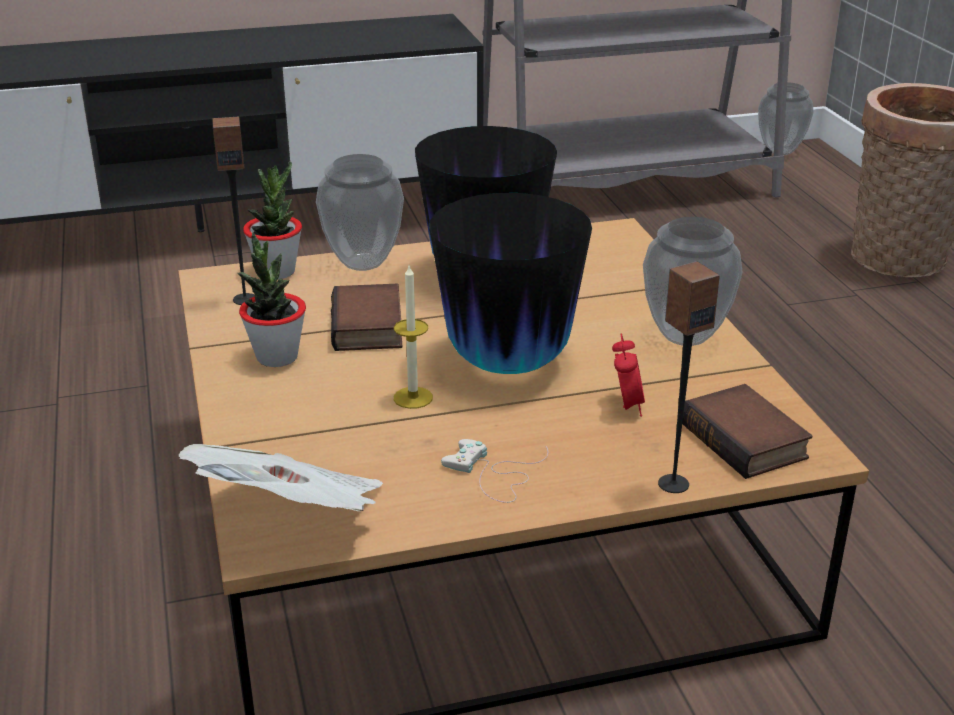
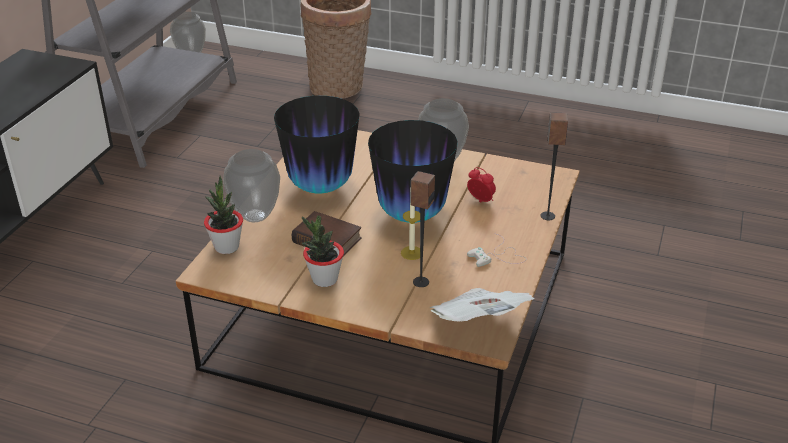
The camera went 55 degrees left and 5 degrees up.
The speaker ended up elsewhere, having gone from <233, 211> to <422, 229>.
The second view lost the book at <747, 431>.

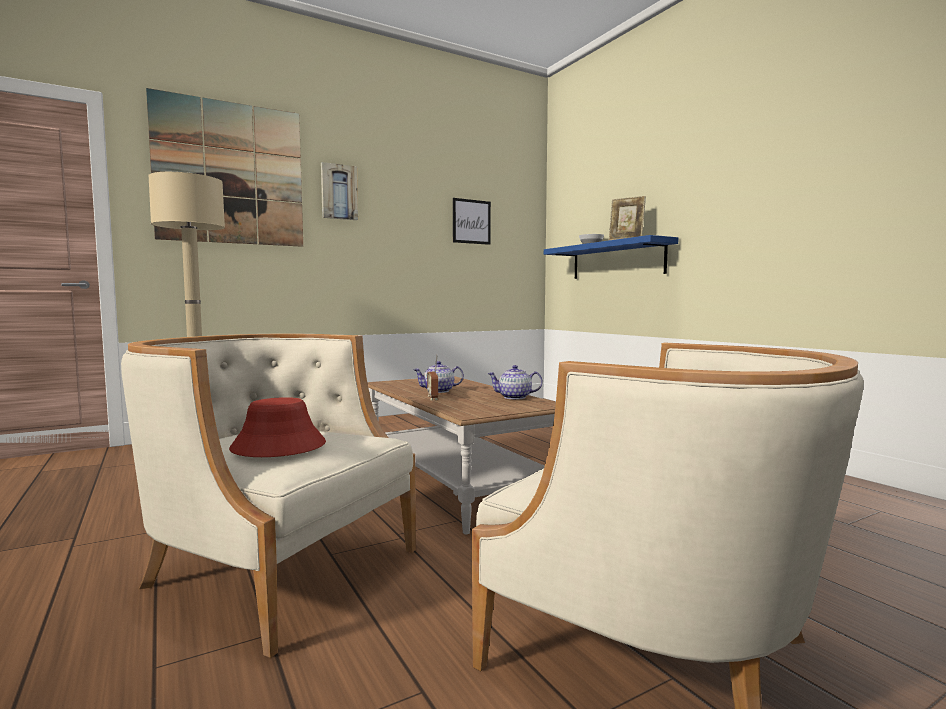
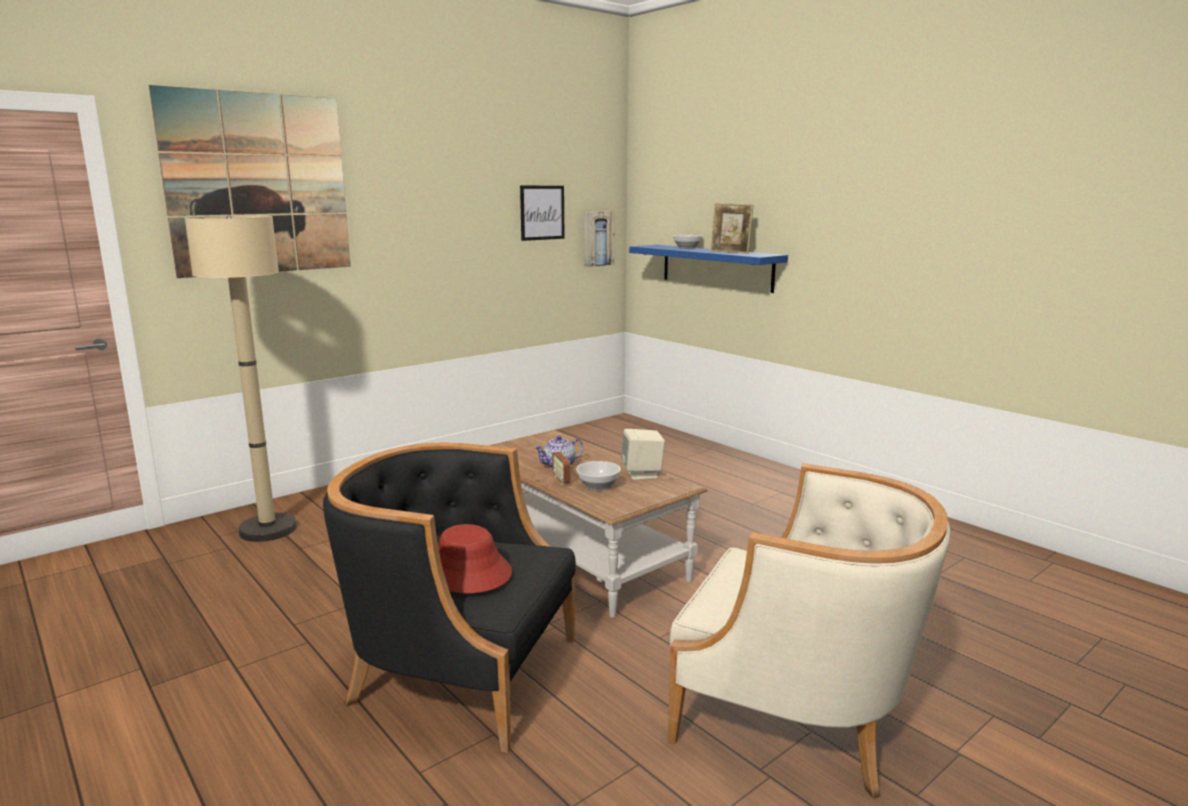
The camera went 10 degrees left and 10 degrees up.
What was the sand-coloured easy chair at <268, 495> turned into the black-coloured easy chair at <449, 598>.
The picture ended up elsewhere, having gone from <339, 191> to <599, 239>.
Where the teapot stood at <515, 382>, the sand-coloured speaker came to stand at <643, 454>.
The second view gained the serving bowl at <598, 476>.

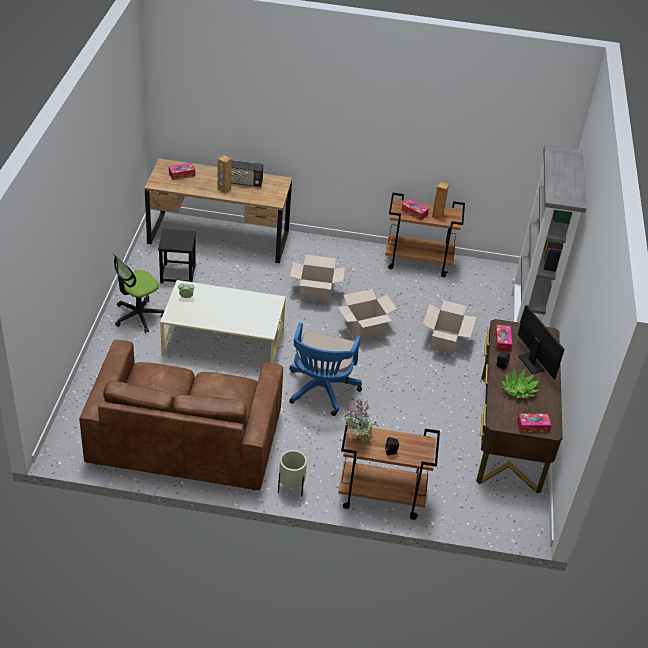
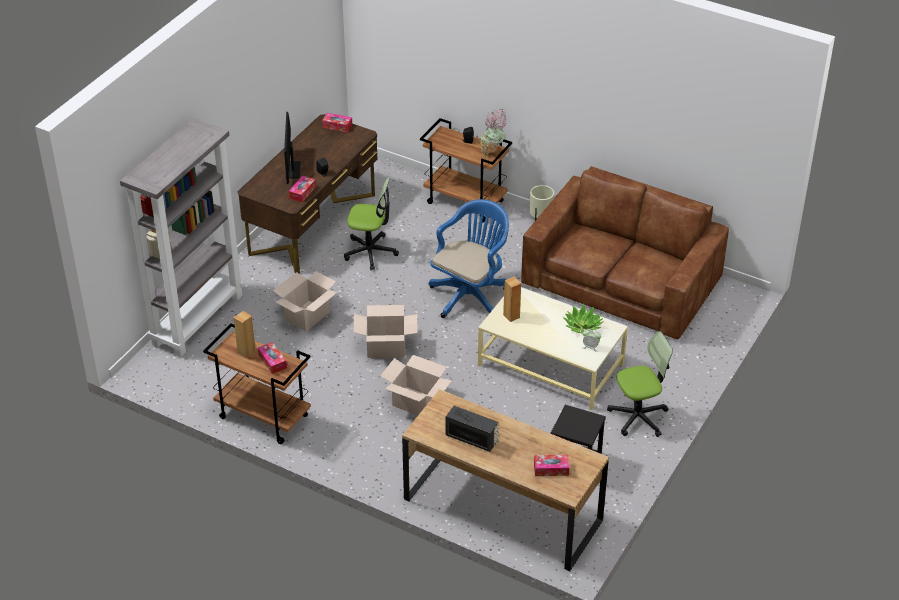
The camera went 155 degrees left and 0 degrees up.
The brownish speaker ended up elsewhere, having gone from <224, 174> to <512, 299>.
The houseplant ended up elsewhere, having gone from <520, 383> to <583, 318>.
The second view gained the office chair at <371, 223>.

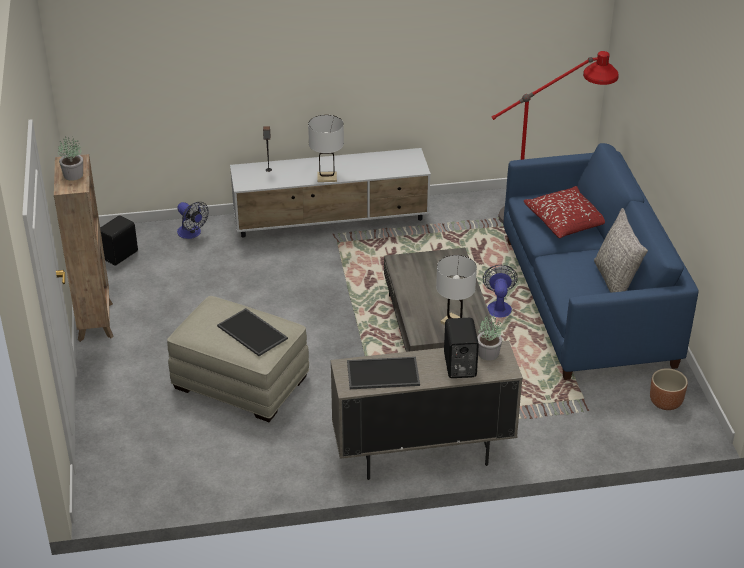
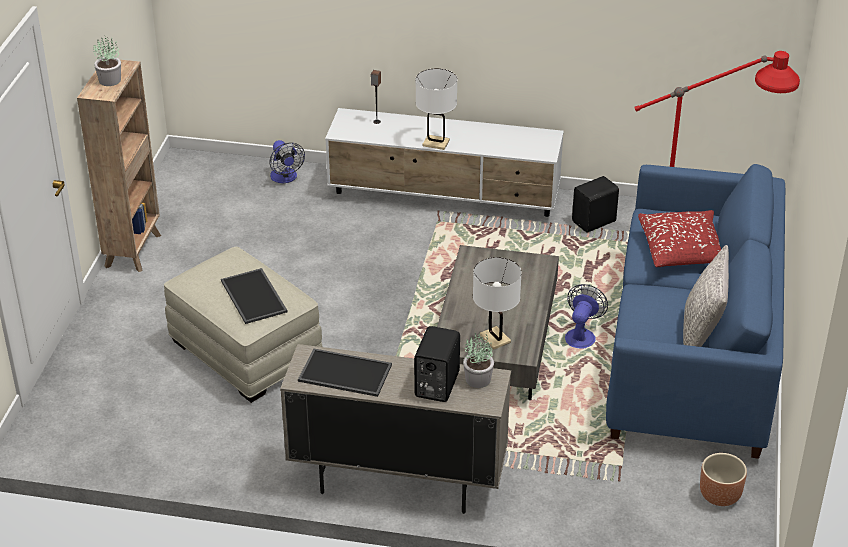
The camera went 20 degrees right and 0 degrees up.
The black-coloured speaker ended up elsewhere, having gone from <119, 240> to <595, 204>.

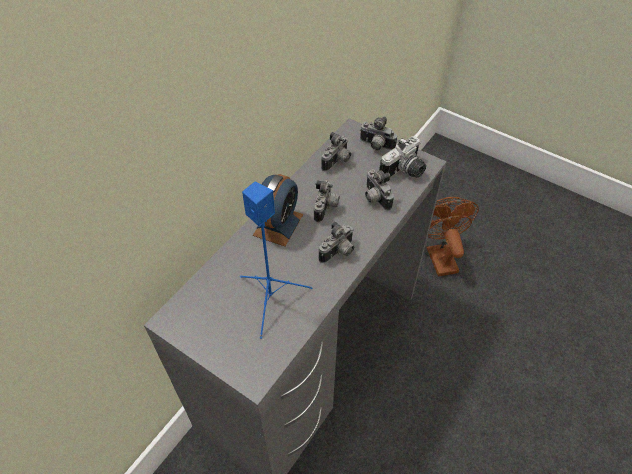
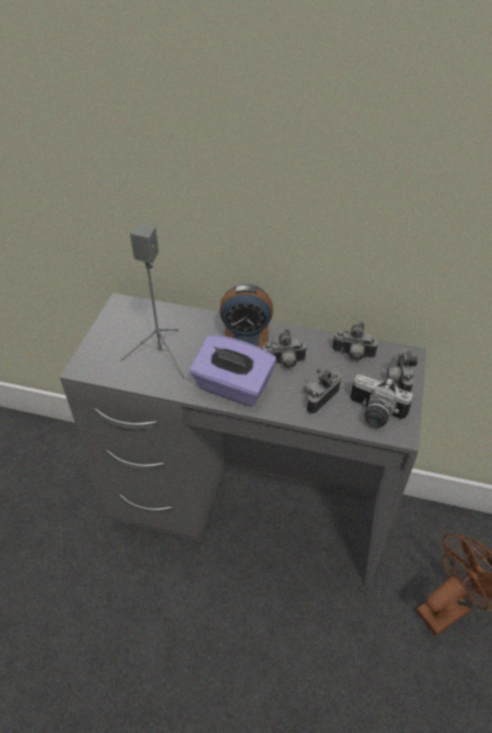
The camera went 70 degrees right and 5 degrees down.
What was the blue-coloured speaker at <276, 260> turned into the gray speaker at <152, 301>.
Where the still camera stood at <336, 242>, the purple-coloured tissue box came to stand at <233, 371>.

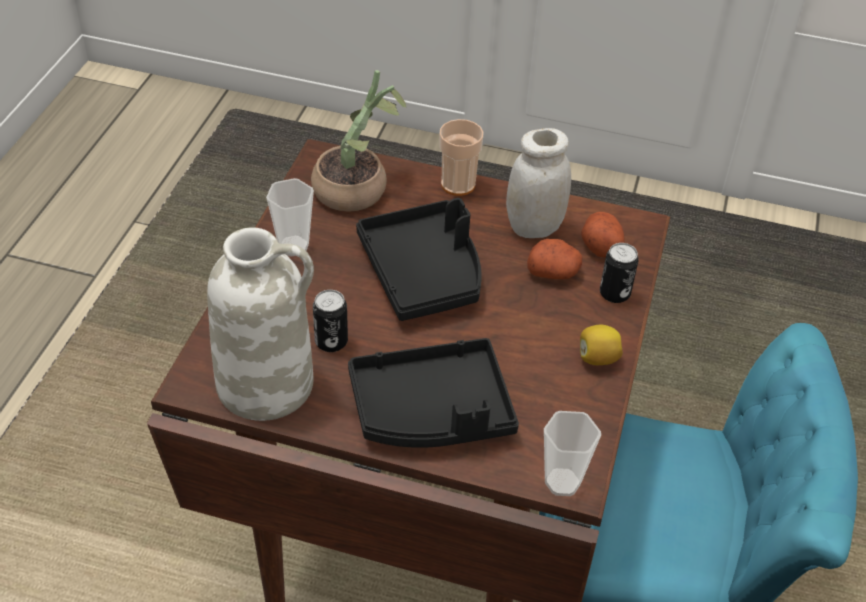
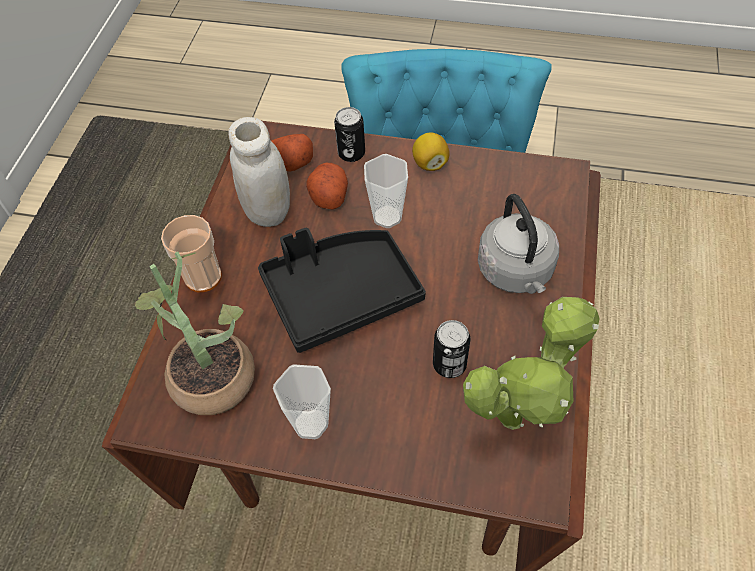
The camera went 90 degrees left and 10 degrees up.
Where the white-coloured decorative vase stood at <260, 324>, the houseplant came to stand at <531, 363>.
Where the black-coloured carrying tray stood at <433, 393>, the gray tea kettle came to stand at <518, 244>.
The drinking cup ended up elsewhere, having gone from <572, 453> to <386, 191>.

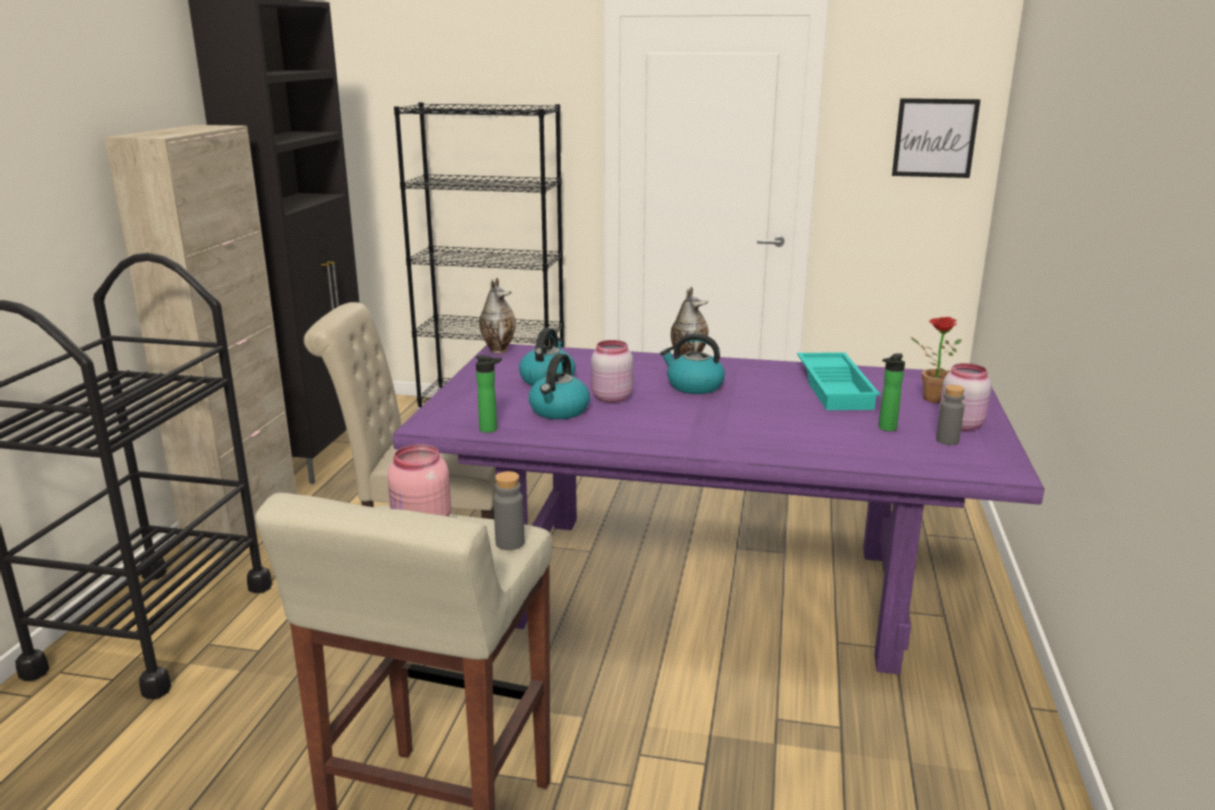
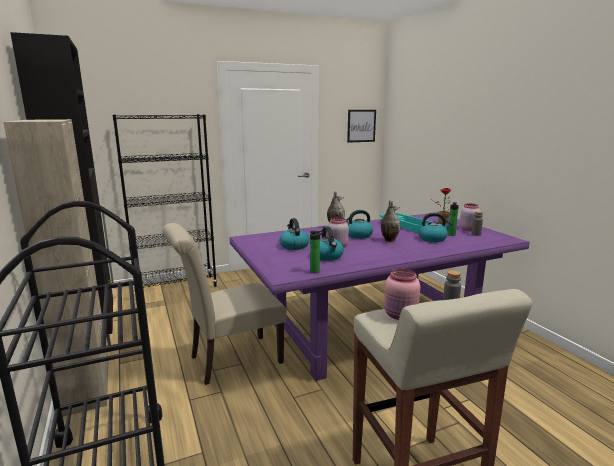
The camera went 35 degrees left and 5 degrees down.
The decorative vase ended up elsewhere, having gone from <497, 315> to <391, 221>.
The second view gained the tea kettle at <435, 227>.

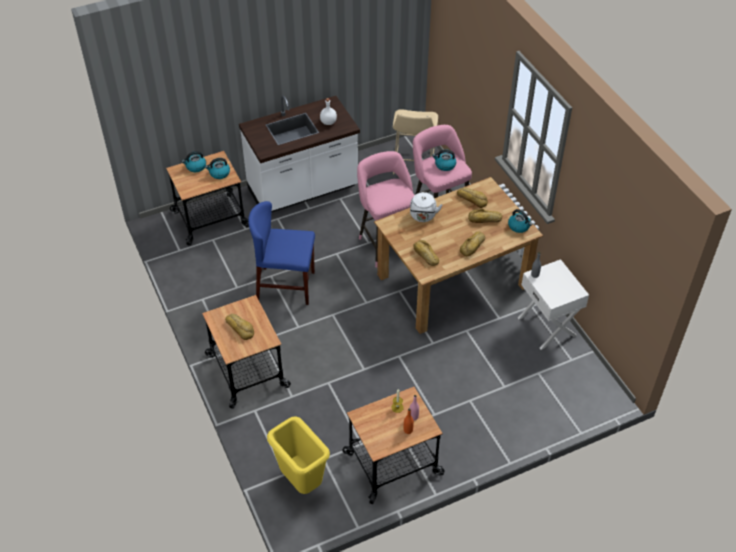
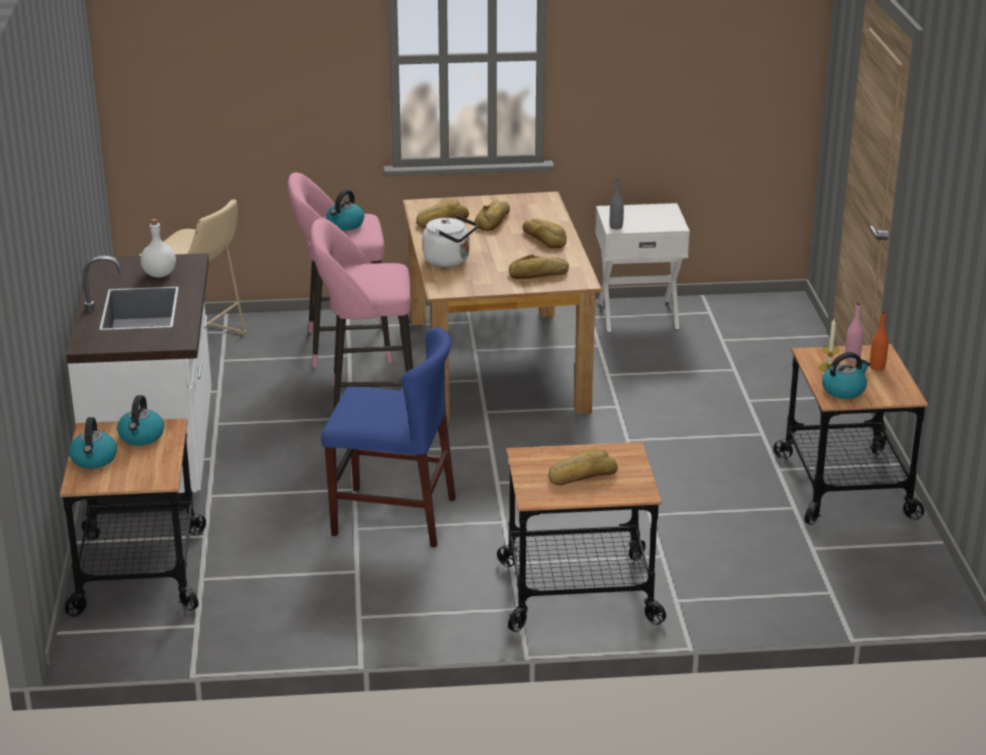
The camera went 70 degrees left and 20 degrees down.
The blue-coloured plain chair at <281, 253> ended up facing another way, 105 degrees counterclockwise from before.
The second view lost the yellow-coloured rubbish bin at <298, 455>.
The tea kettle ended up elsewhere, having gone from <520, 221> to <846, 375>.

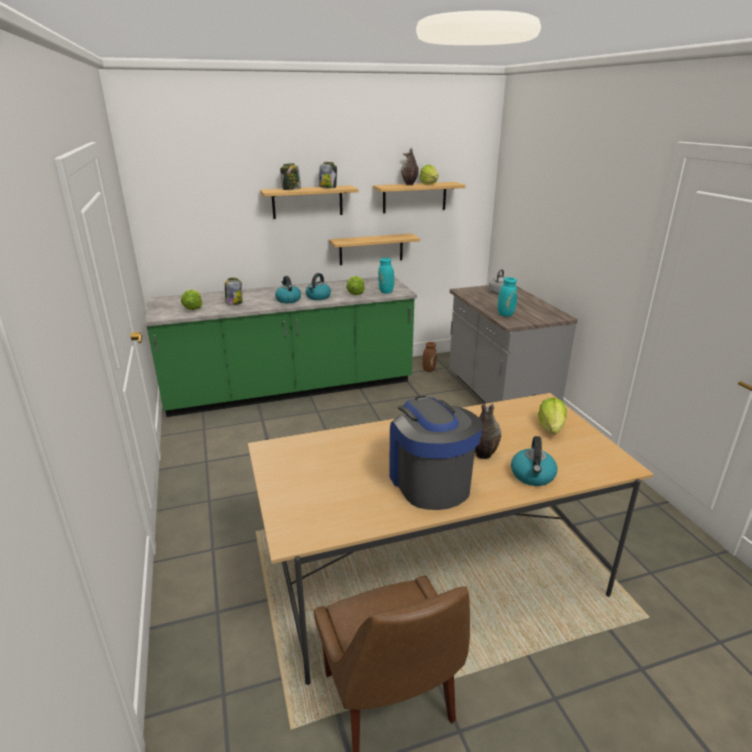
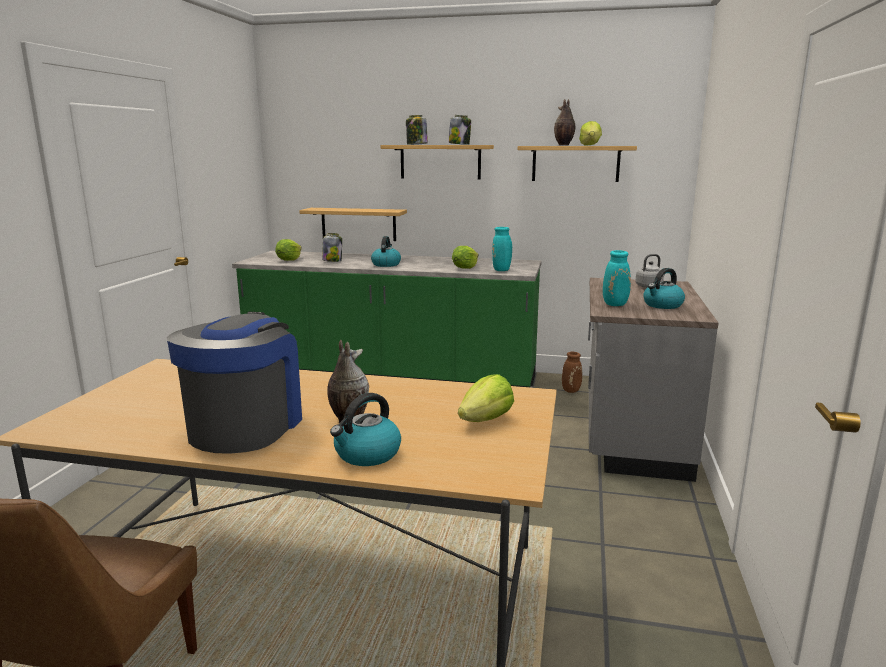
The camera went 30 degrees right and 10 degrees down.
The tea kettle ended up elsewhere, having gone from <318, 286> to <664, 288>.
The bracket shelf ended up elsewhere, having gone from <374, 249> to <353, 224>.

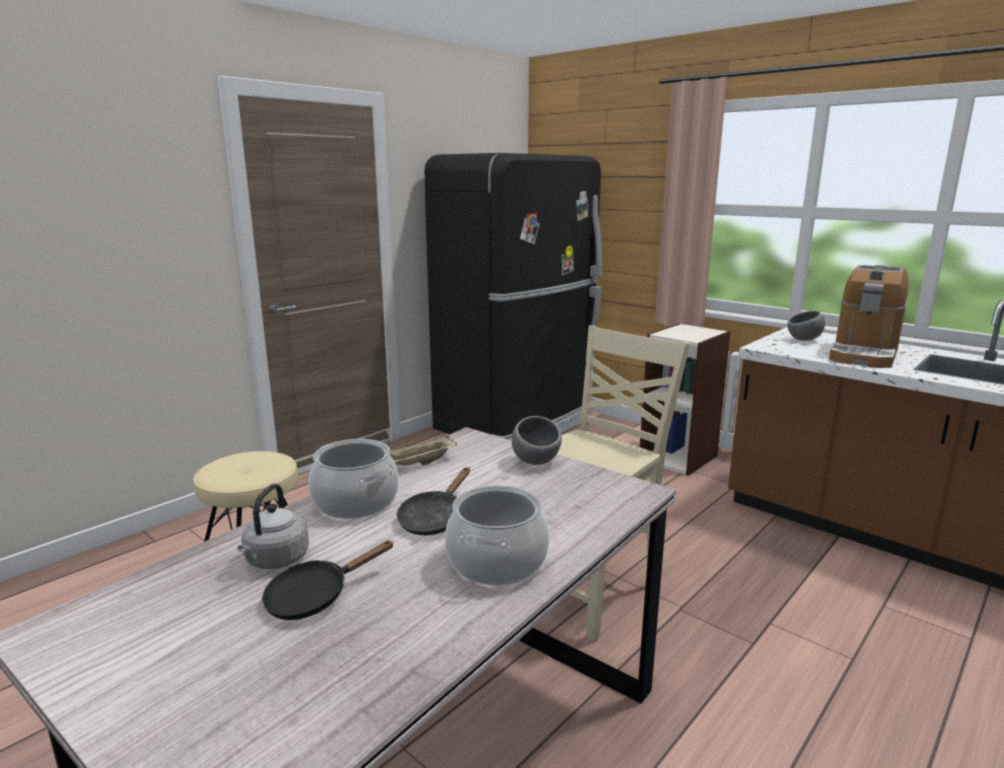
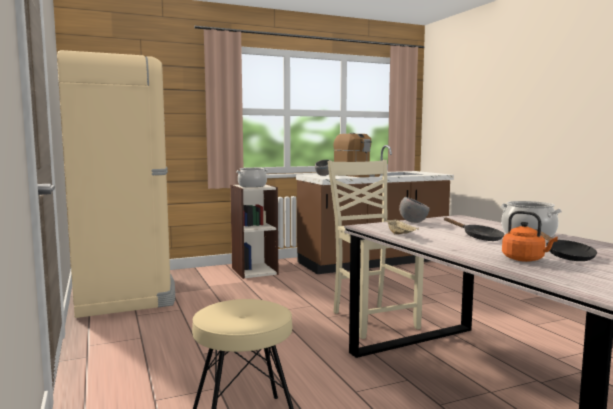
The camera went 65 degrees left and 10 degrees down.
What was the gray tea kettle at <273, 526> turned into the orangey tea kettle at <530, 236>.
The cooking pot ended up elsewhere, having gone from <353, 479> to <252, 177>.
What was the black-coloured refrigerator at <513, 297> turned into the sand-coloured refrigerator at <116, 184>.

